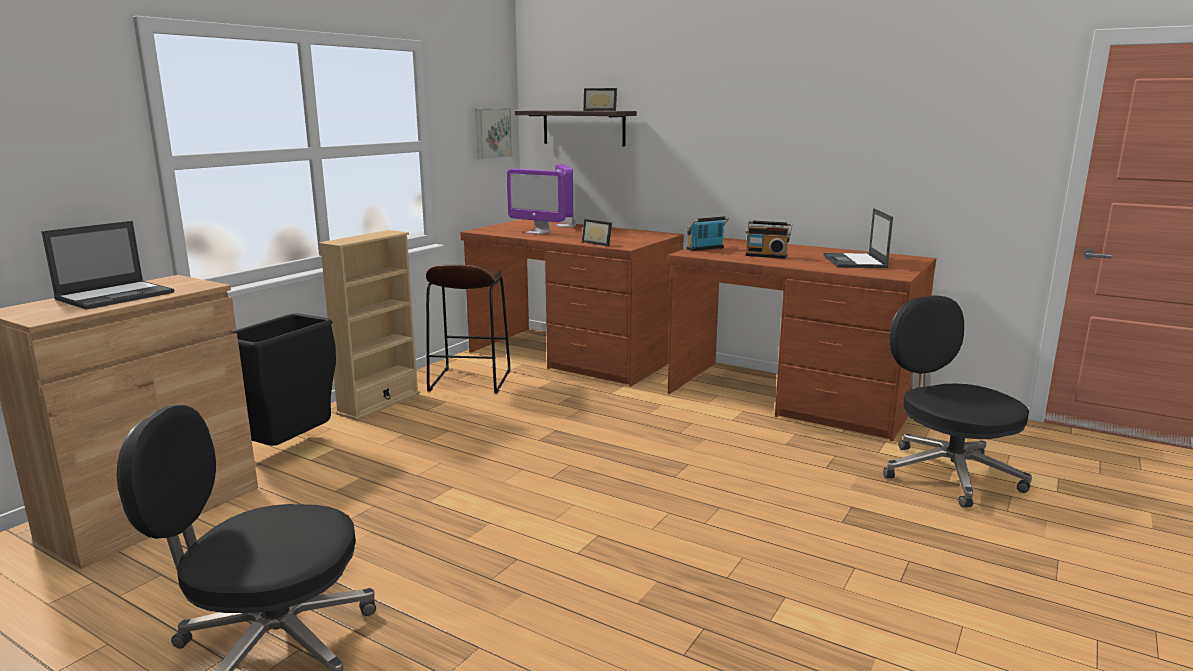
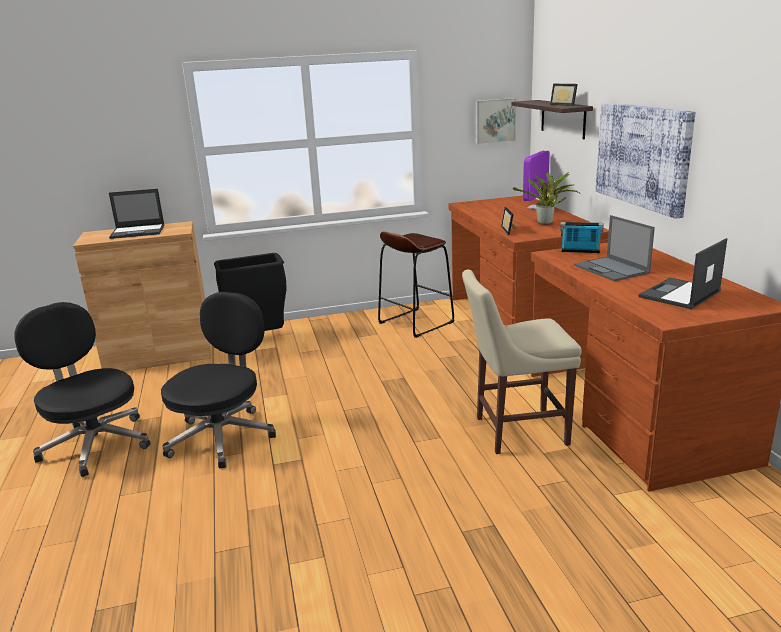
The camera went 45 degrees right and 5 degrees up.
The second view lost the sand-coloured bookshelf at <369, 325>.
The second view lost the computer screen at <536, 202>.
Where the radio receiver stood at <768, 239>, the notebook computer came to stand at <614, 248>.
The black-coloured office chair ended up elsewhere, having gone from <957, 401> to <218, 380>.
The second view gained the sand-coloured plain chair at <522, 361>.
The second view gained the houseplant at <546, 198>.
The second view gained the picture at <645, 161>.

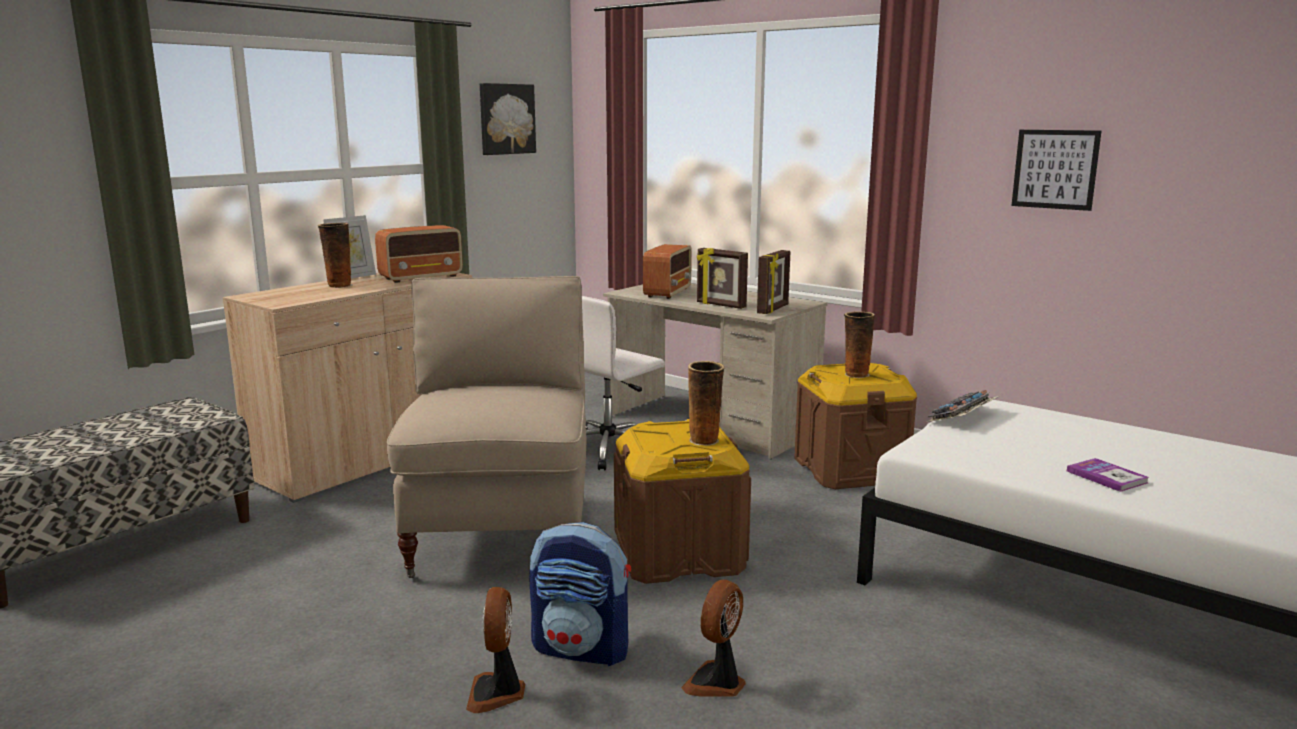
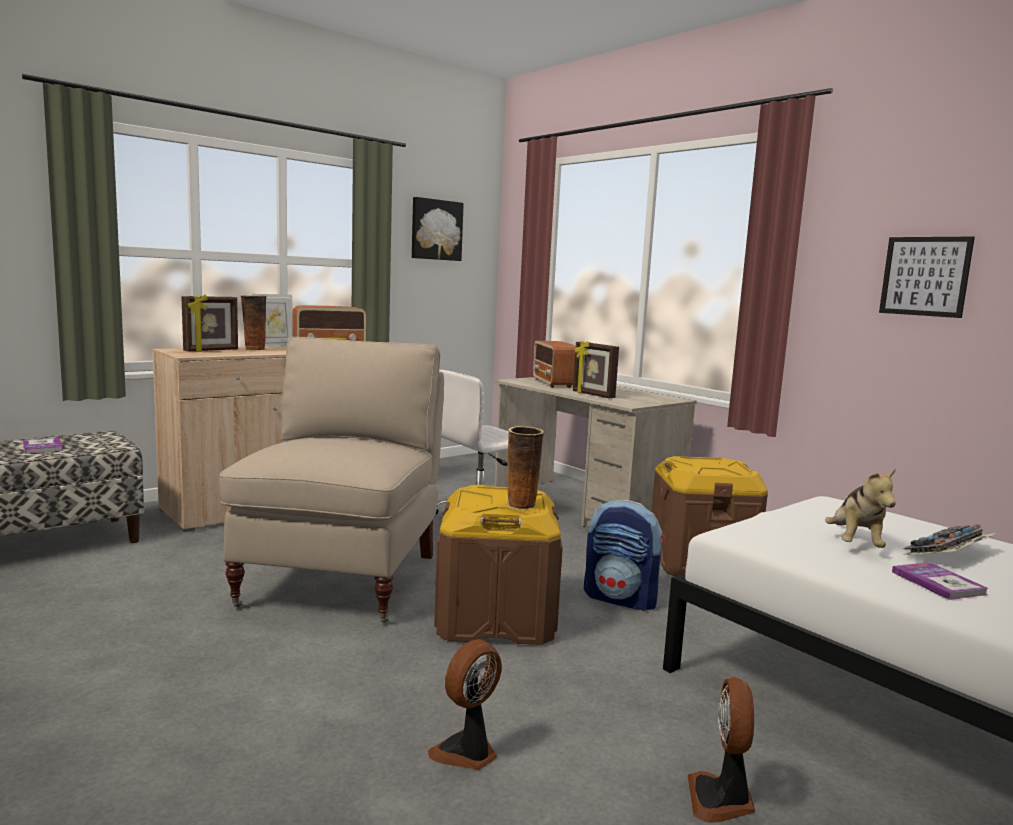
The camera went 10 degrees right and 5 degrees down.
The cooling fan ended up elsewhere, having gone from <495, 650> to <721, 750>.
The rucksack ended up elsewhere, having gone from <580, 594> to <625, 555>.
The radio receiver at <667, 271> ended up facing another way, 135 degrees clockwise from before.
The standing frame ended up elsewhere, having gone from <773, 282> to <210, 323>.
The second view lost the decorative vase at <859, 344>.
The PC keyboard ended up elsewhere, having gone from <963, 406> to <950, 539>.
The second view gained the book at <43, 446>.
The second view gained the soft toy at <860, 508>.

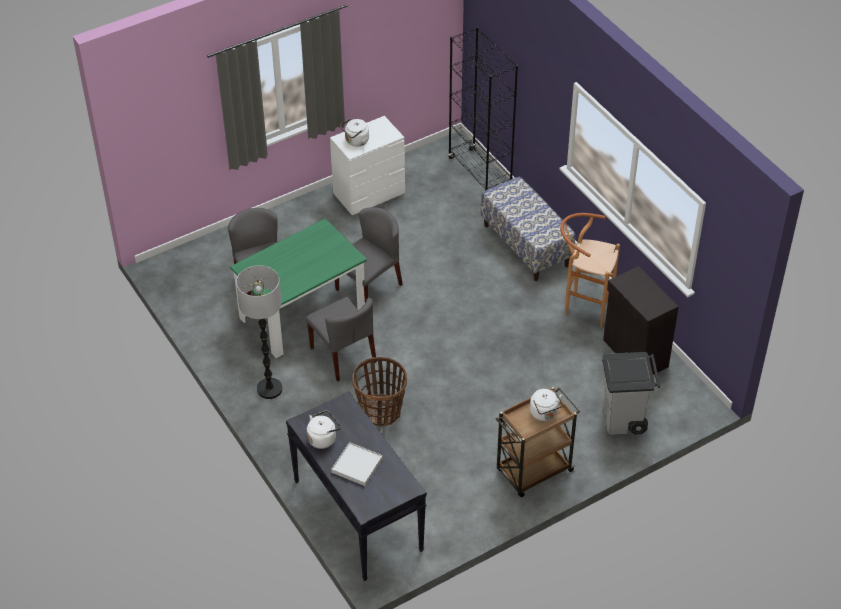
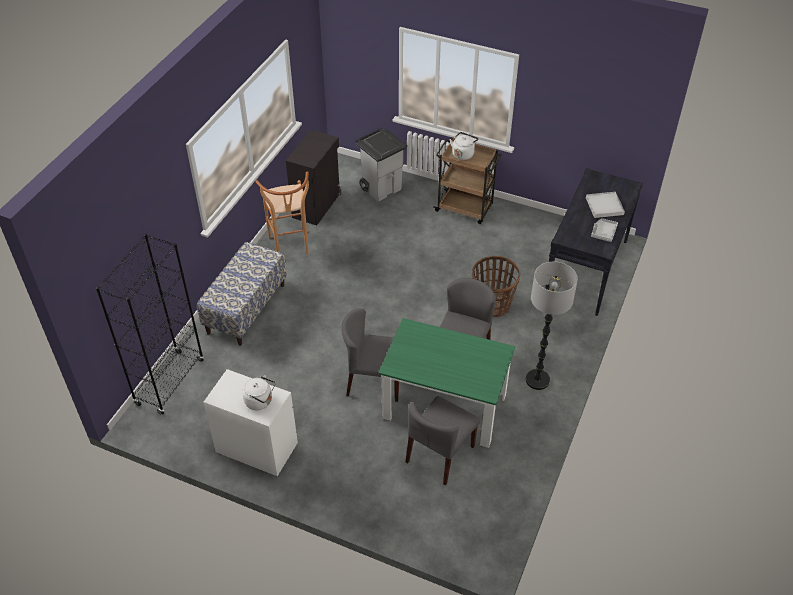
The camera went 125 degrees left and 0 degrees up.
Where the white-coloured tea kettle stood at <324, 429>, the gray carrying tray came to stand at <604, 230>.

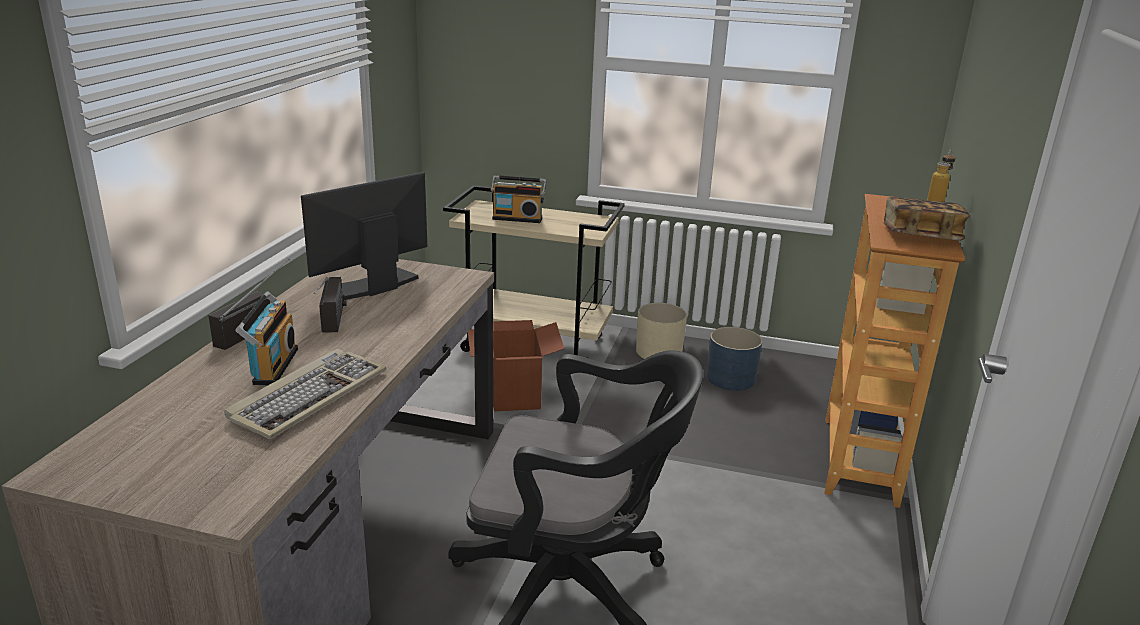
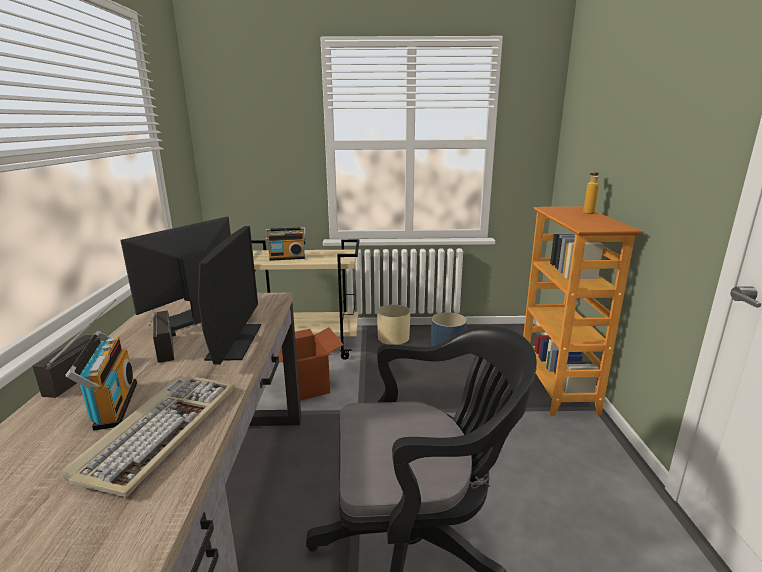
The camera went 15 degrees left and 5 degrees down.
The second view lost the book at <927, 219>.
The second view gained the computer screen at <229, 295>.

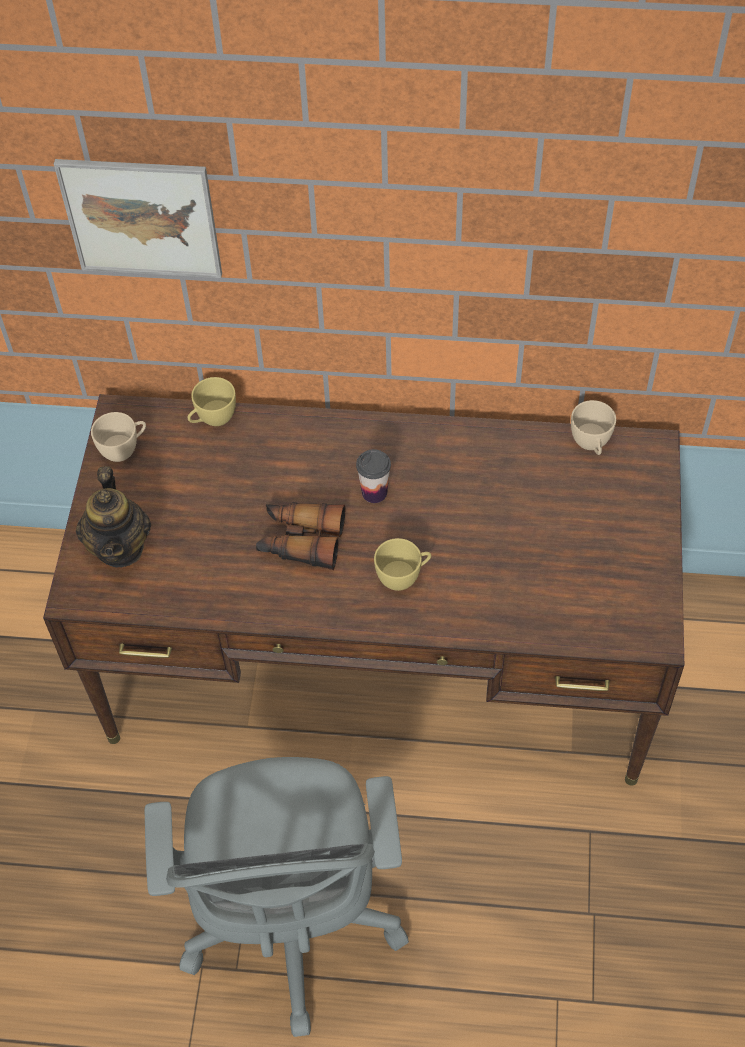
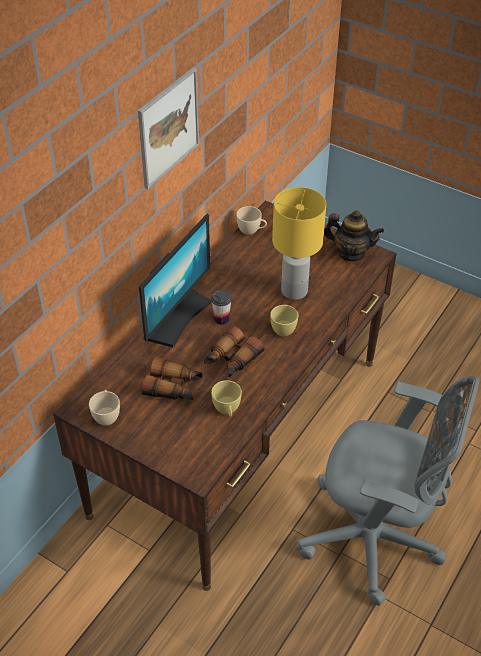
The camera went 65 degrees left and 10 degrees down.
The picture ended up elsewhere, having gone from <138, 218> to <168, 128>.
The teapot ended up elsewhere, having gone from <113, 516> to <354, 235>.
The yellow-coloured drinking cup ended up elsewhere, having gone from <211, 401> to <226, 398>.
The second view gained the computer screen at <175, 281>.
The second view gained the field glasses at <172, 378>.
The second view gained the yellow-coloured lamp for a table at <299, 243>.

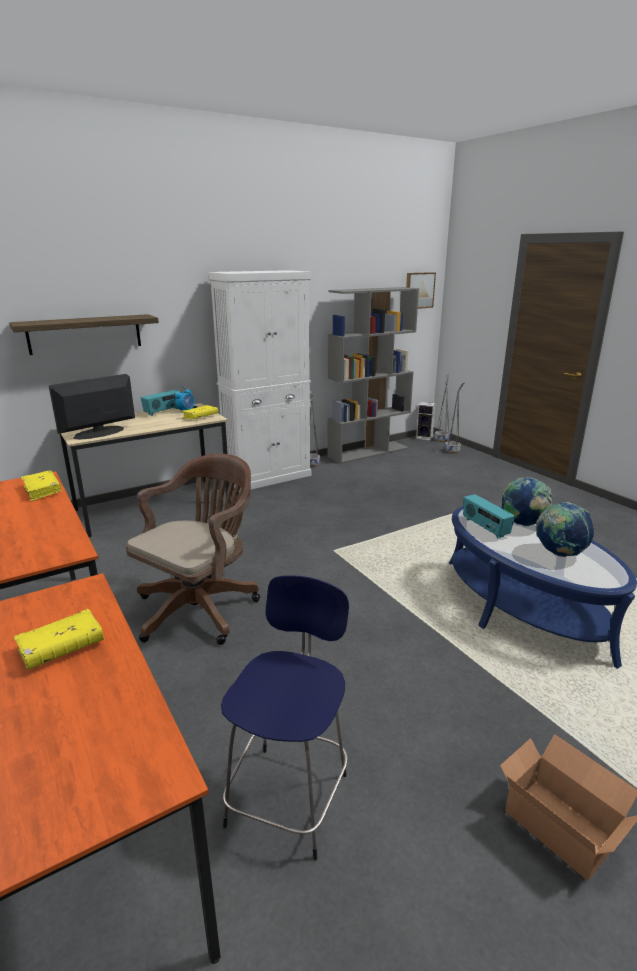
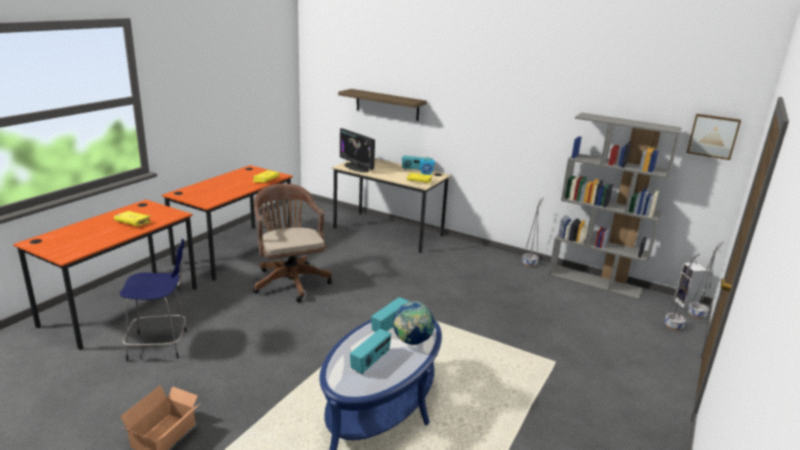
The camera went 60 degrees right and 0 degrees up.
The computer screen at <92, 407> ended up facing another way, 150 degrees counterclockwise from before.
The brownish office chair at <193, 549> ended up facing another way, 120 degrees counterclockwise from before.
The second view lost the white-coloured cupboard at <259, 381>.
Where the globe stood at <565, 529>, the radio receiver came to stand at <370, 351>.

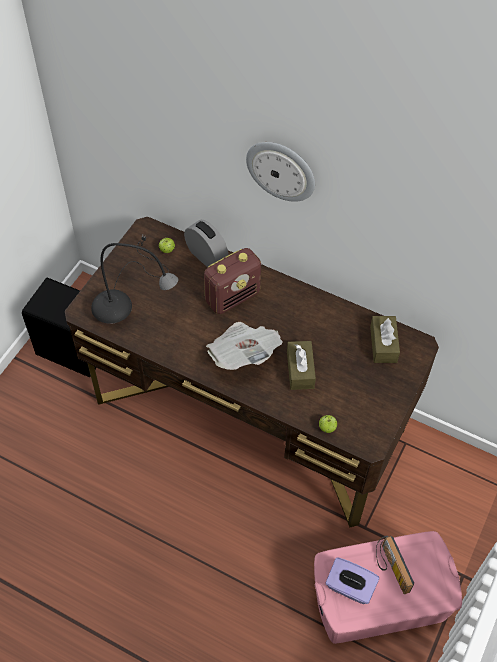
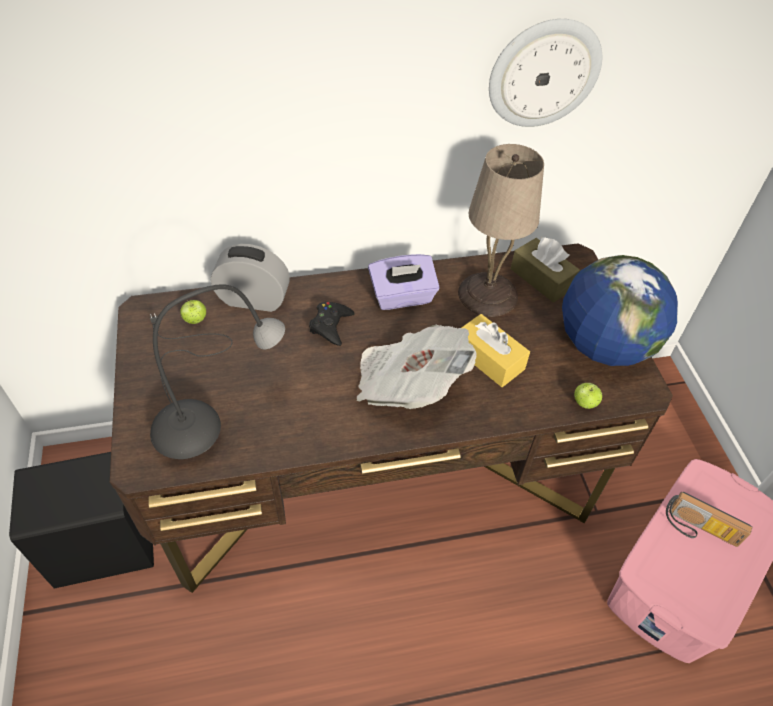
The camera went 40 degrees left and 5 degrees down.
Where the radio receiver stood at <232, 281>, the black-coloured game controller came to stand at <332, 324>.
The hanging clock ended up elsewhere, having gone from <280, 172> to <545, 73>.
What was the brownish tissue box at <301, 365> turned into the yellow-coloured tissue box at <495, 350>.
The purple-coloured tissue box ended up elsewhere, having gone from <352, 580> to <404, 282>.
The second view gained the sand-coloured lamp for a table at <501, 230>.
The second view gained the globe at <620, 310>.

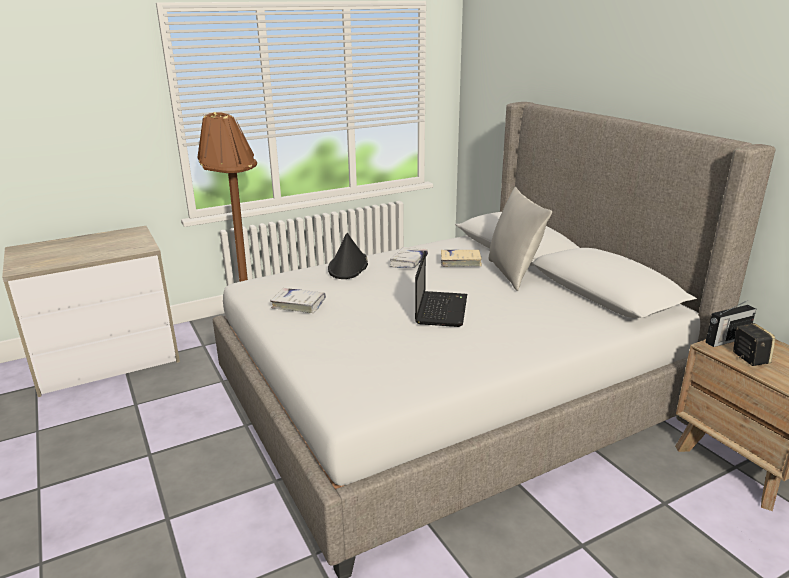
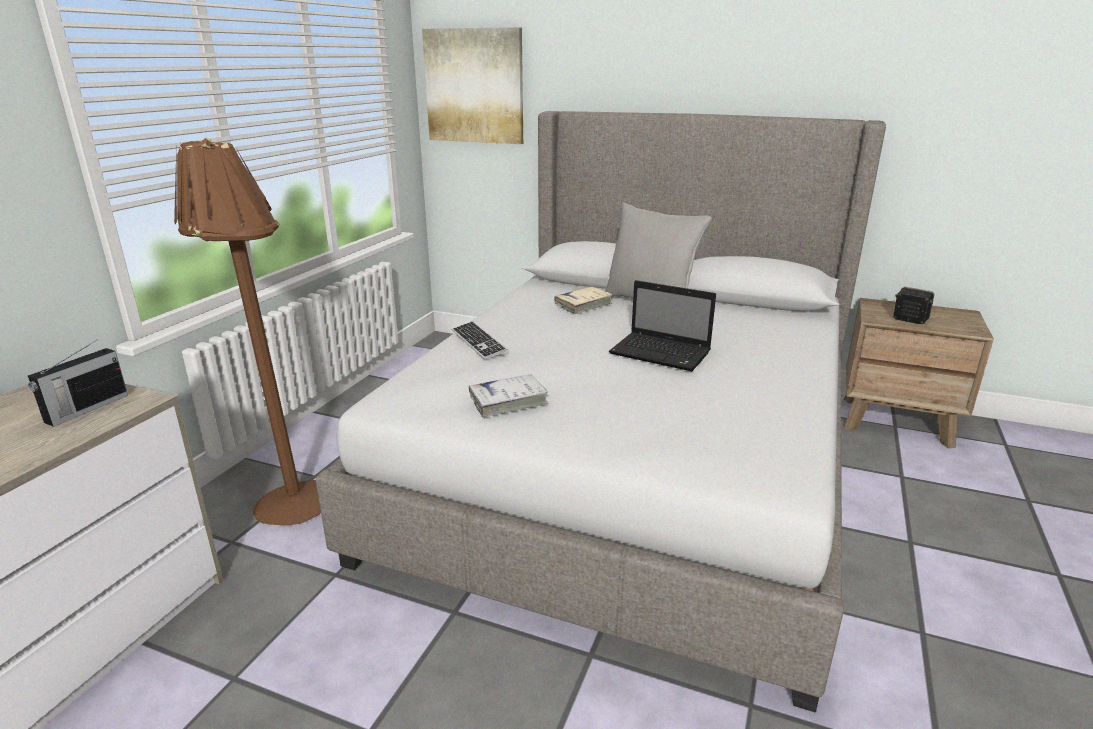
The camera went 40 degrees left and 0 degrees up.
Where the black-coloured hat stood at <348, 256>, the PC keyboard came to stand at <480, 340>.
The second view lost the white-coloured book at <409, 257>.
The notebook computer at <441, 289> ended up facing another way, 150 degrees clockwise from before.
The radio receiver ended up elsewhere, having gone from <730, 323> to <78, 384>.
The second view gained the picture at <472, 85>.

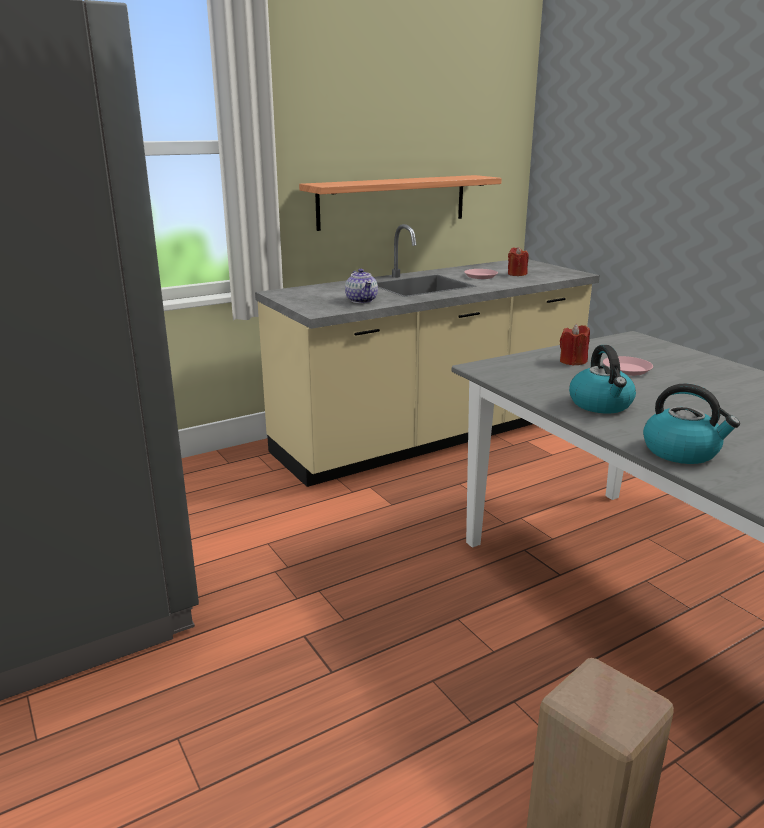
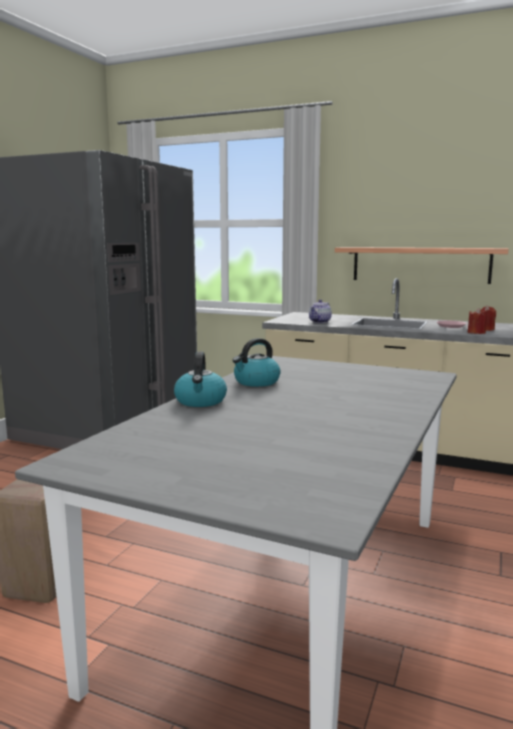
The camera went 55 degrees right and 10 degrees down.
The red-coloured wax light ended up elsewhere, having gone from <575, 345> to <477, 321>.
The second view lost the pink-coloured dinner plate at <628, 366>.

